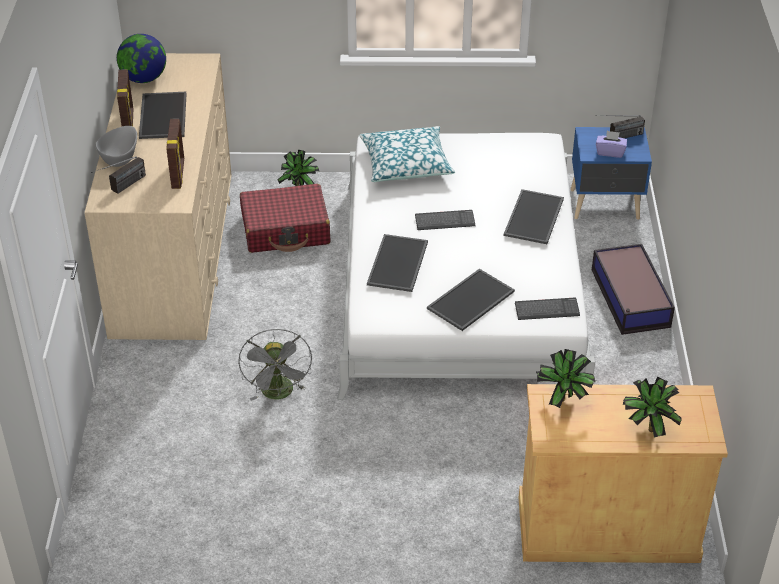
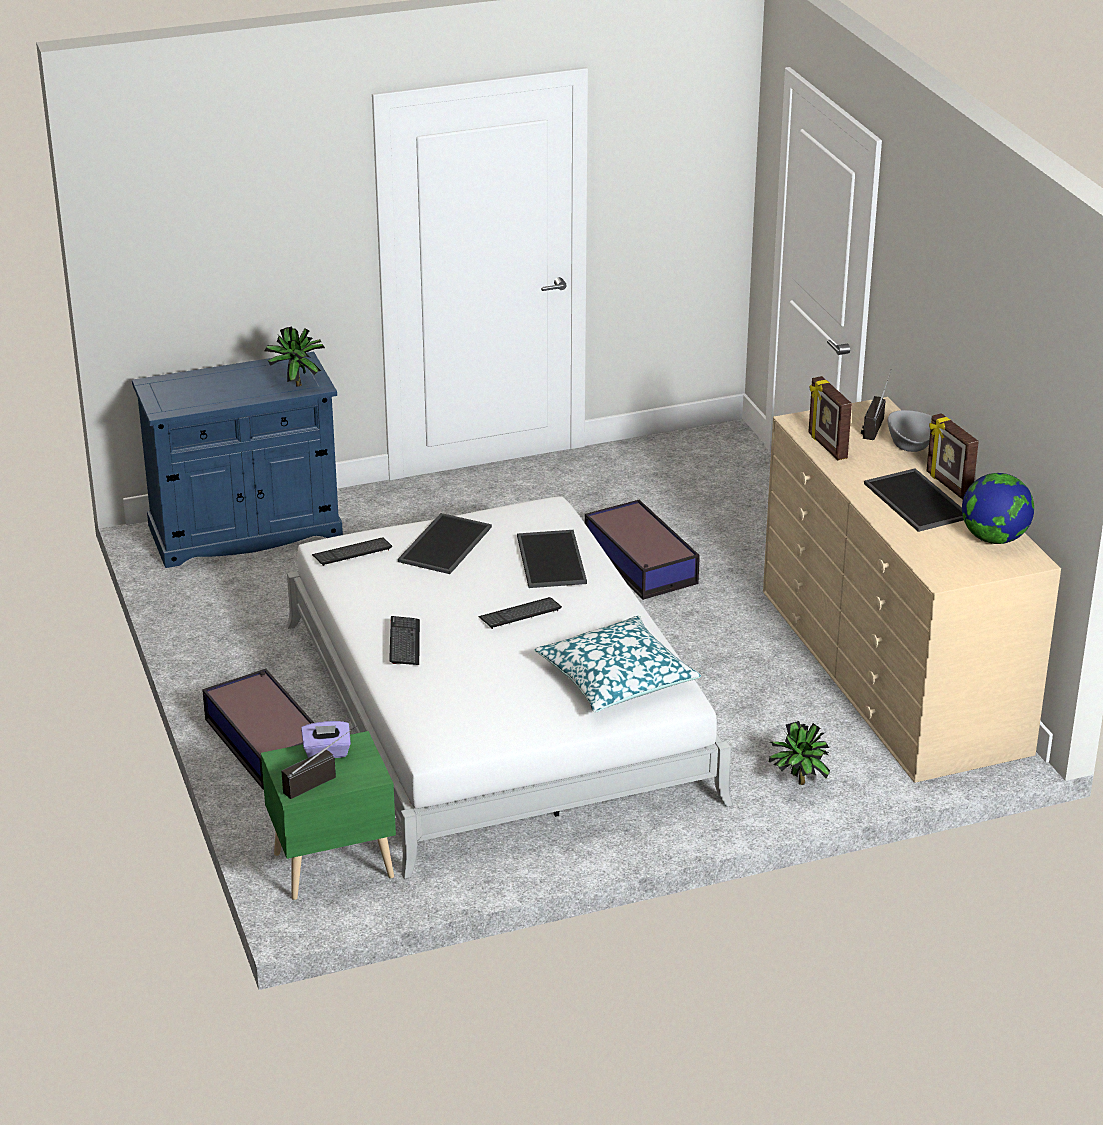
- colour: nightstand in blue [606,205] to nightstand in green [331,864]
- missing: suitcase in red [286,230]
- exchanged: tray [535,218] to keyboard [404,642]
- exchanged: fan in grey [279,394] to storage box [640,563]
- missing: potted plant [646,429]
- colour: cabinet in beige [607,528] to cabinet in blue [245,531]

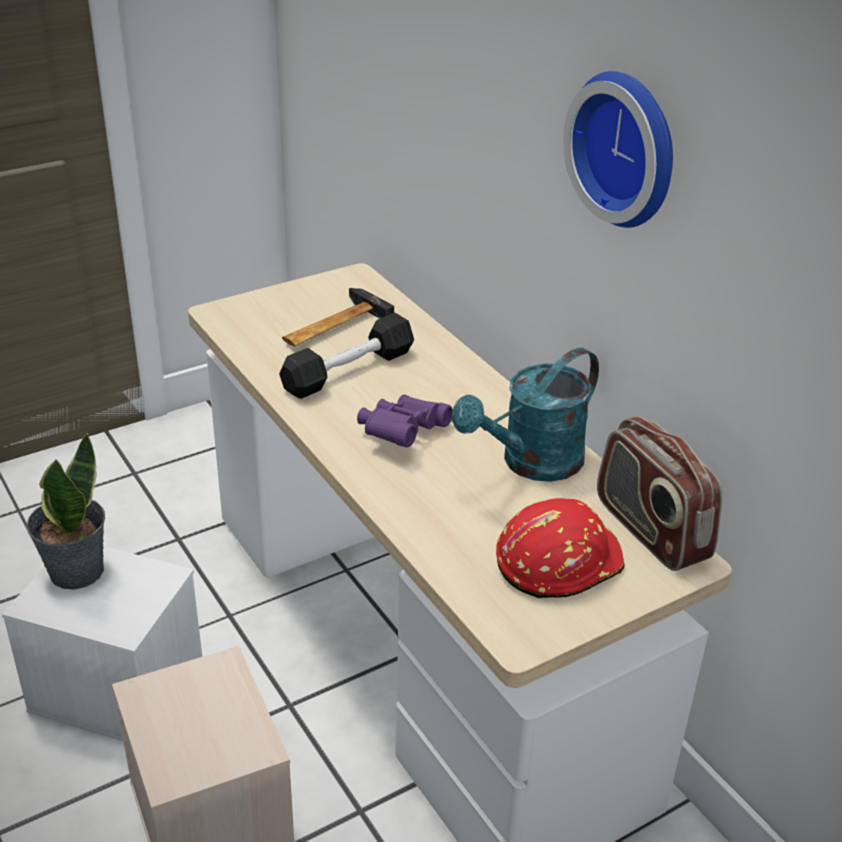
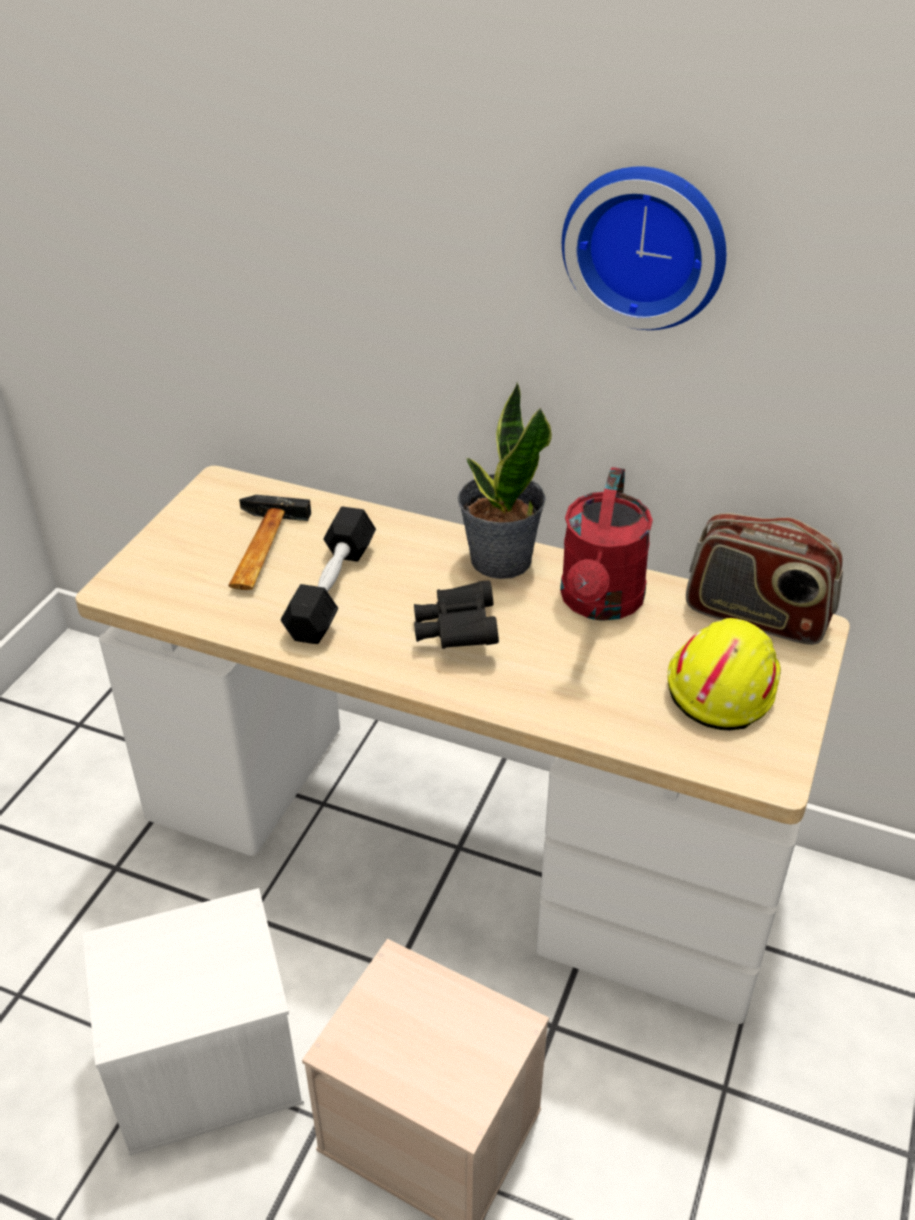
- colour: watering can in turquoise [531,463] to watering can in red [600,604]
- colour: binoculars in purple [401,434] to binoculars in black [457,632]
- relocated: potted plant [75,571] to [500,560]
- colour: hard hat in red [557,561] to hard hat in yellow [721,685]

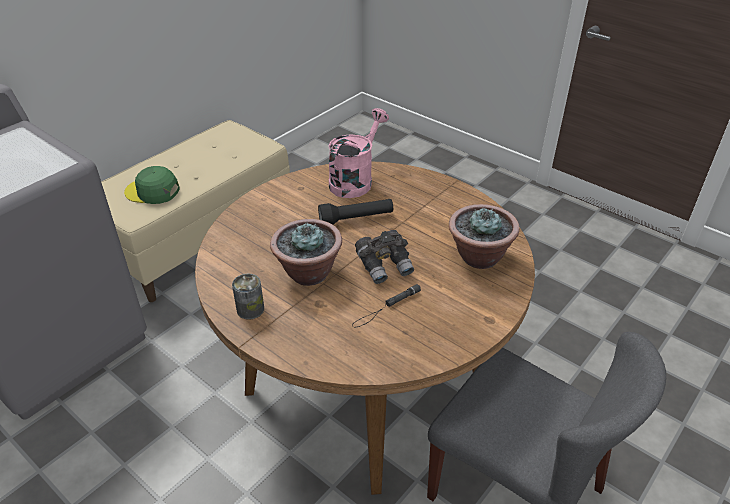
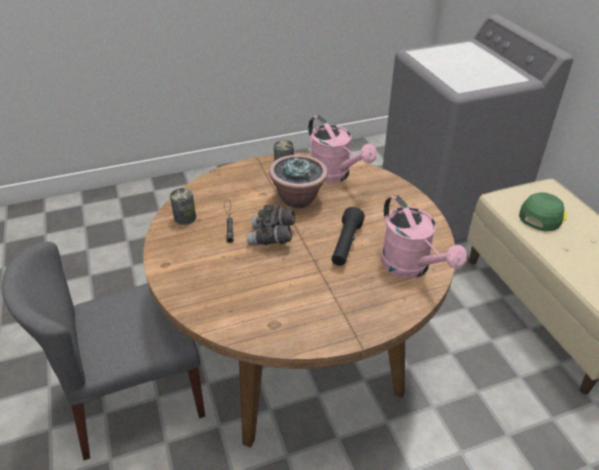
- missing: potted plant [478,257]
- appeared: watering can in pink [335,175]
- appeared: can [185,218]

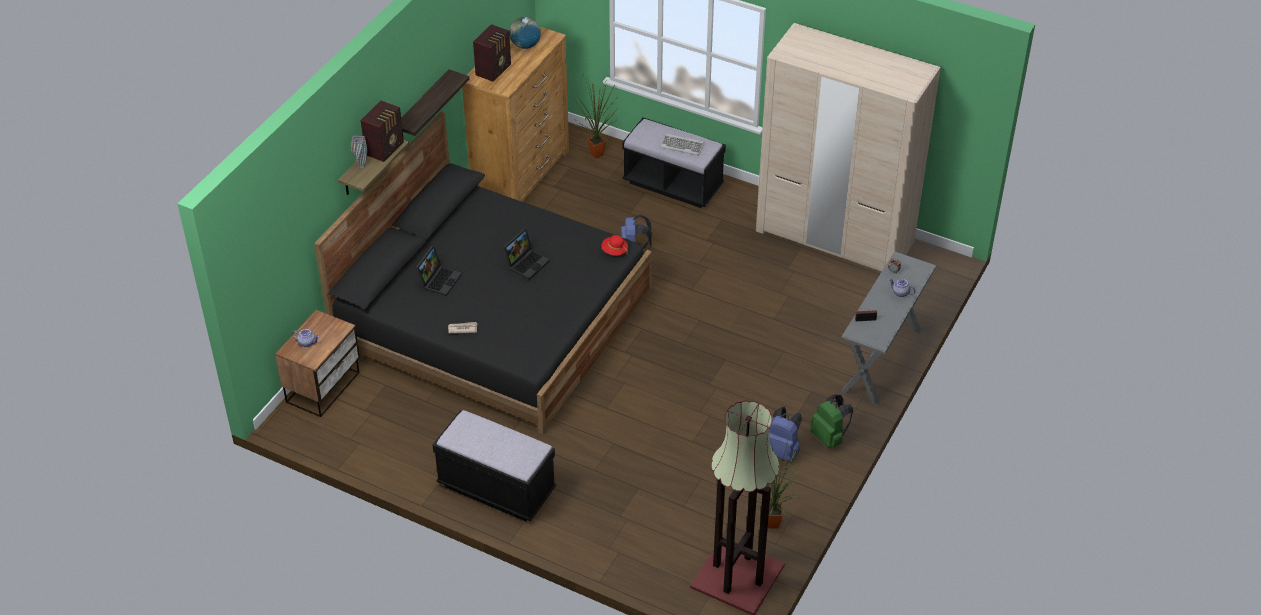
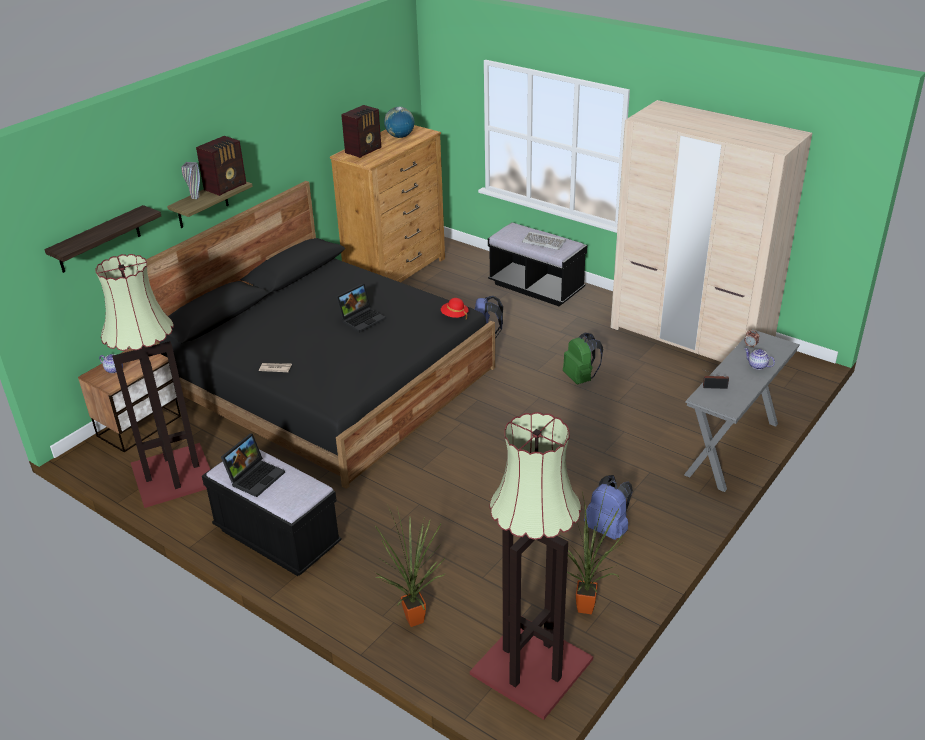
- relocated: shelf [422,107] to [99,240]
- relocated: potted plant [596,153] to [414,617]
- relocated: laptop [439,279] to [255,476]
- relocated: backpack in green [829,437] to [581,378]
- appeared: floor lamp [174,474]

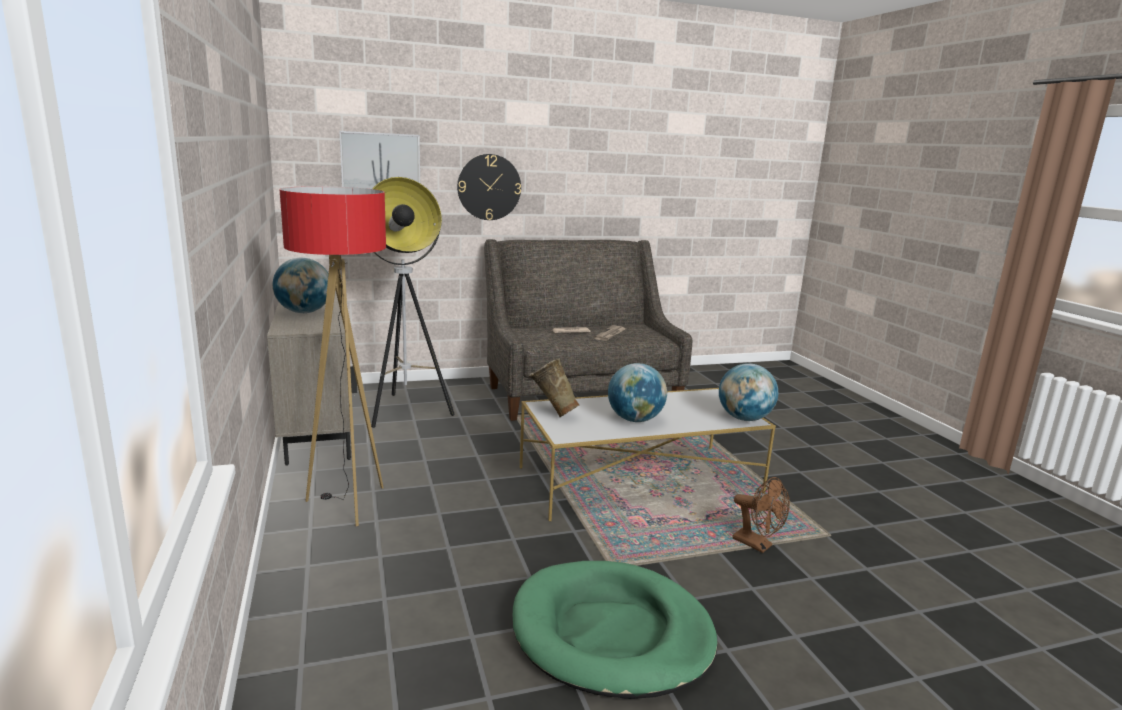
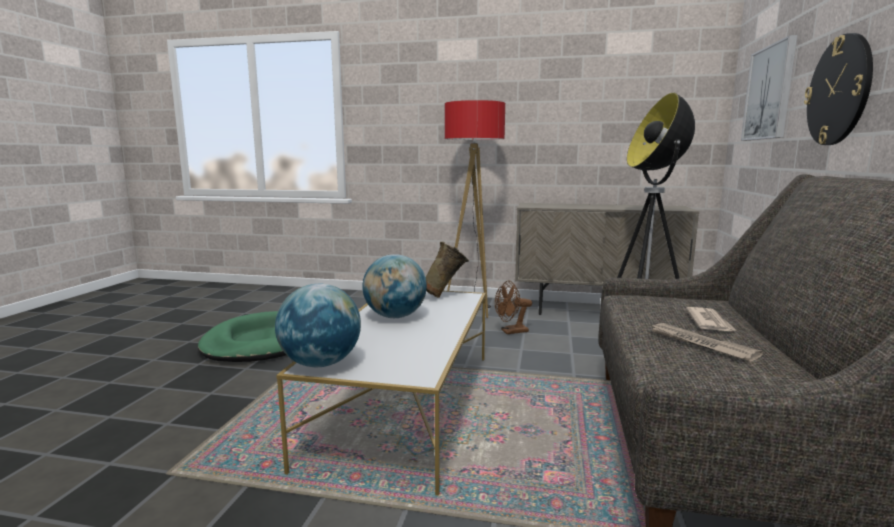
- missing: globe [304,312]
- relocated: fan in brown [757,545] to [511,332]

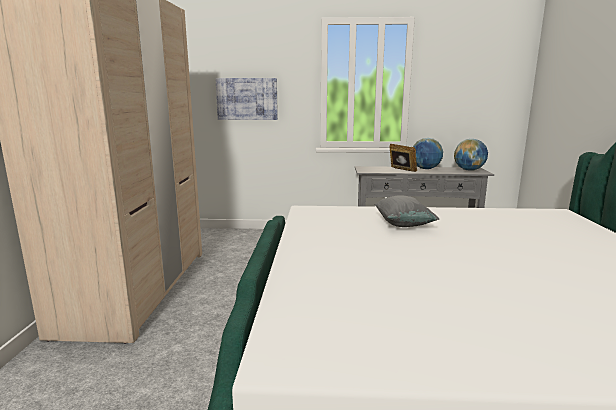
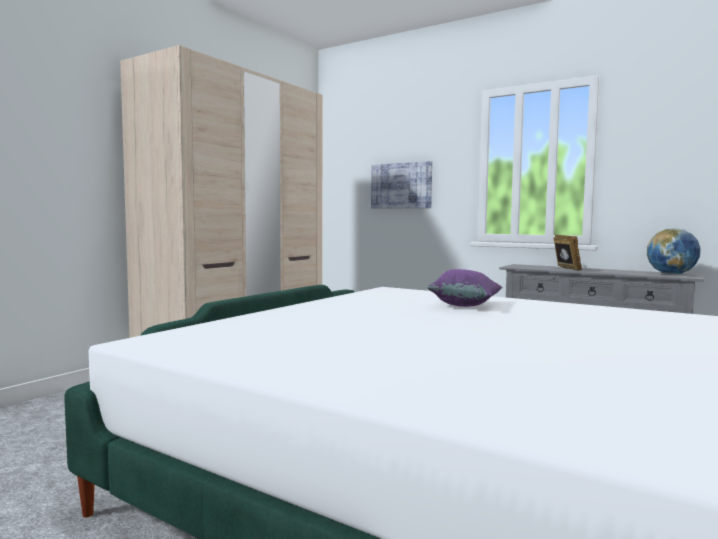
- missing: globe [425,169]
- colour: pillow in grey [403,224] to pillow in purple [465,306]

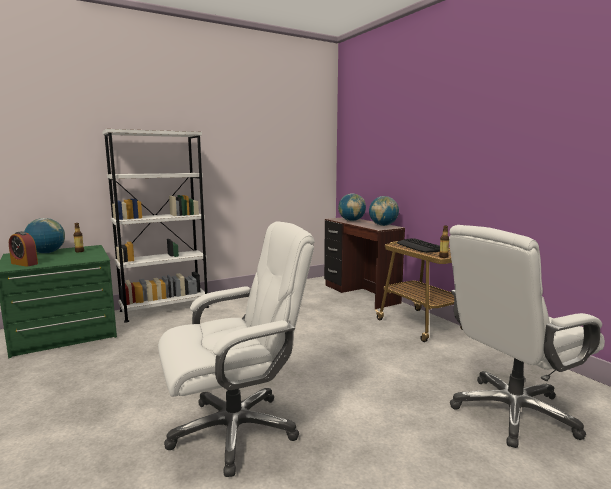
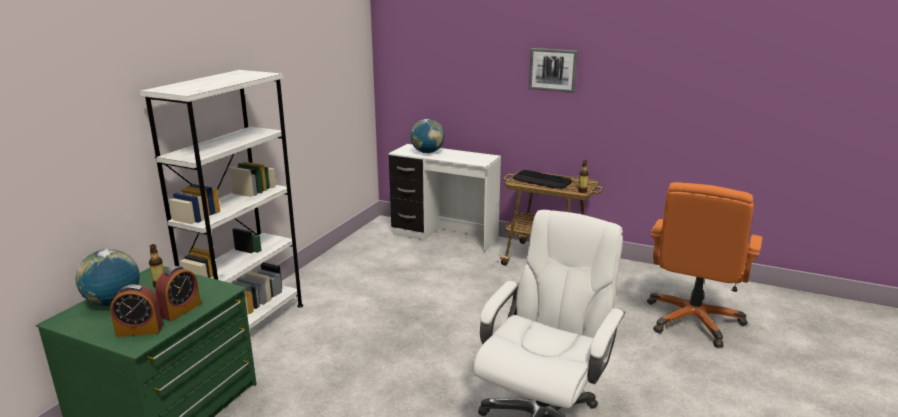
- missing: globe [383,225]
- colour: desk in brown [359,294] to desk in white [444,237]
- colour: office chair in white [512,412] to office chair in orange [693,321]
- appeared: picture [553,70]
- appeared: alarm clock [180,310]

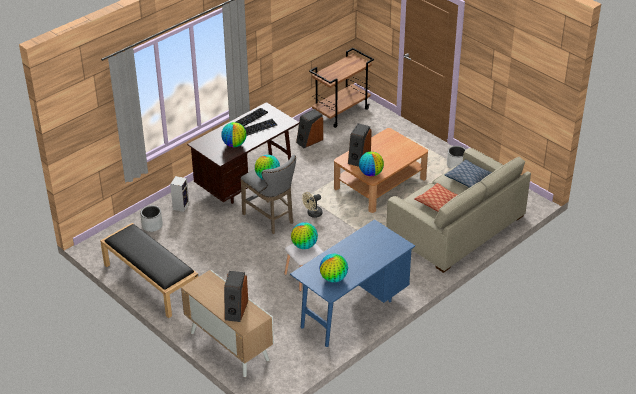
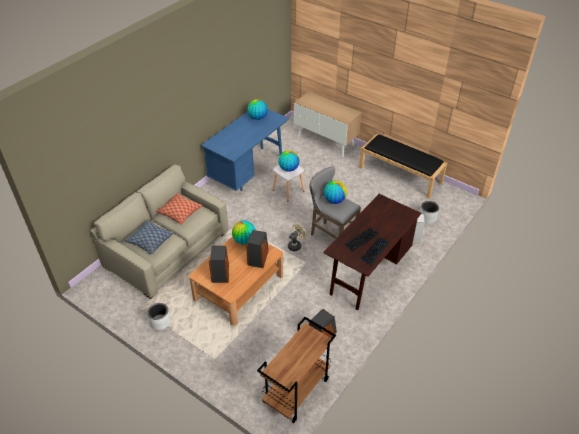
- missing: globe [234,144]
- relocated: speaker [235,310] to [220,272]

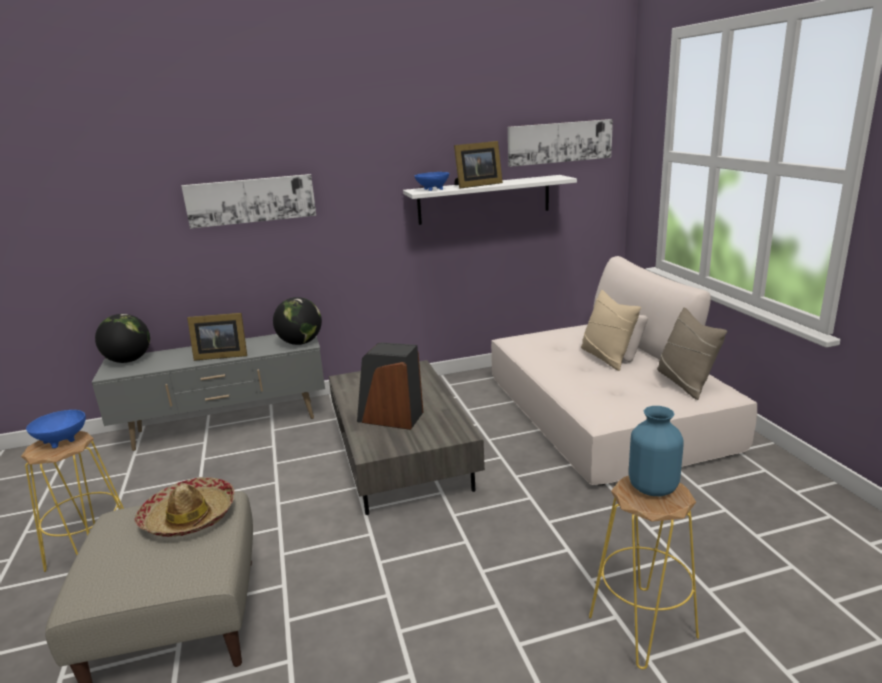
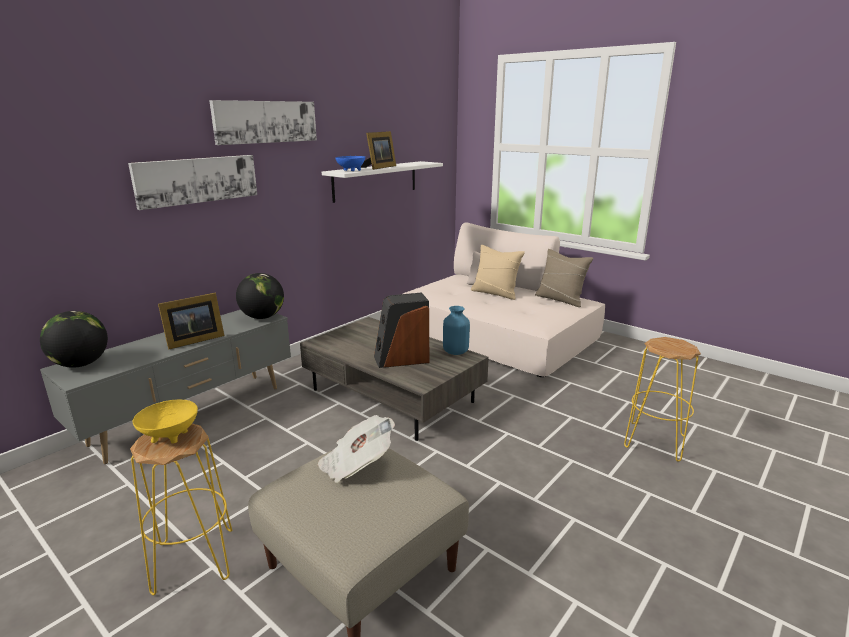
- relocated: picture [559,142] to [266,122]
- relocated: vase in blue [652,487] to [455,351]
- colour: bowl in blue [63,440] to bowl in yellow [171,434]
- exchanged: hat [189,517] to newspaper [356,464]

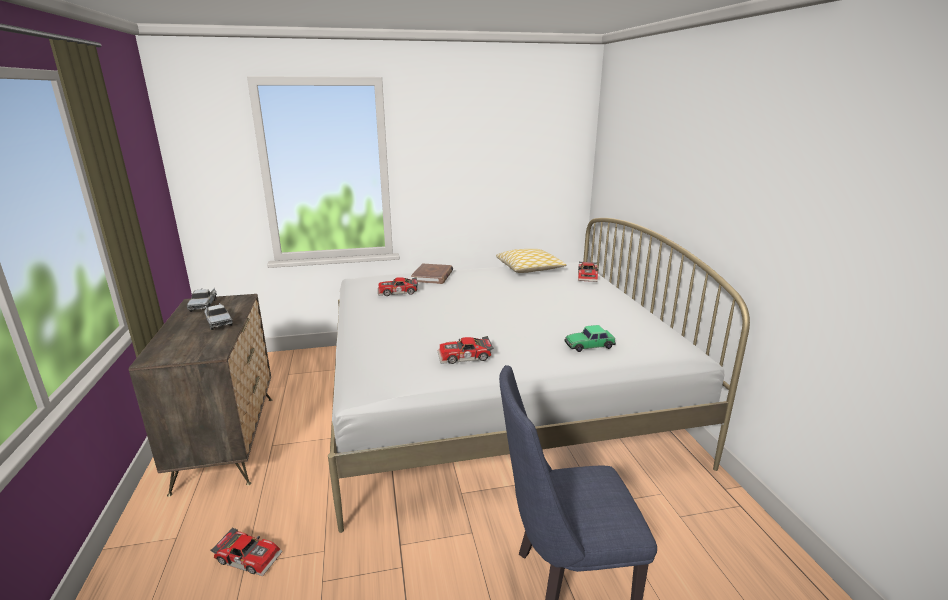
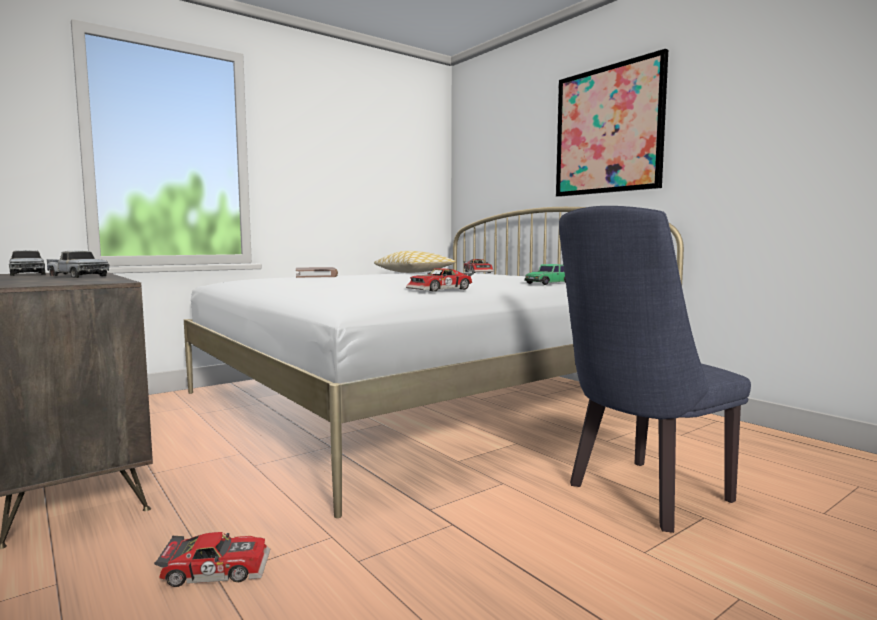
- missing: toy car [398,292]
- appeared: picture [608,130]

